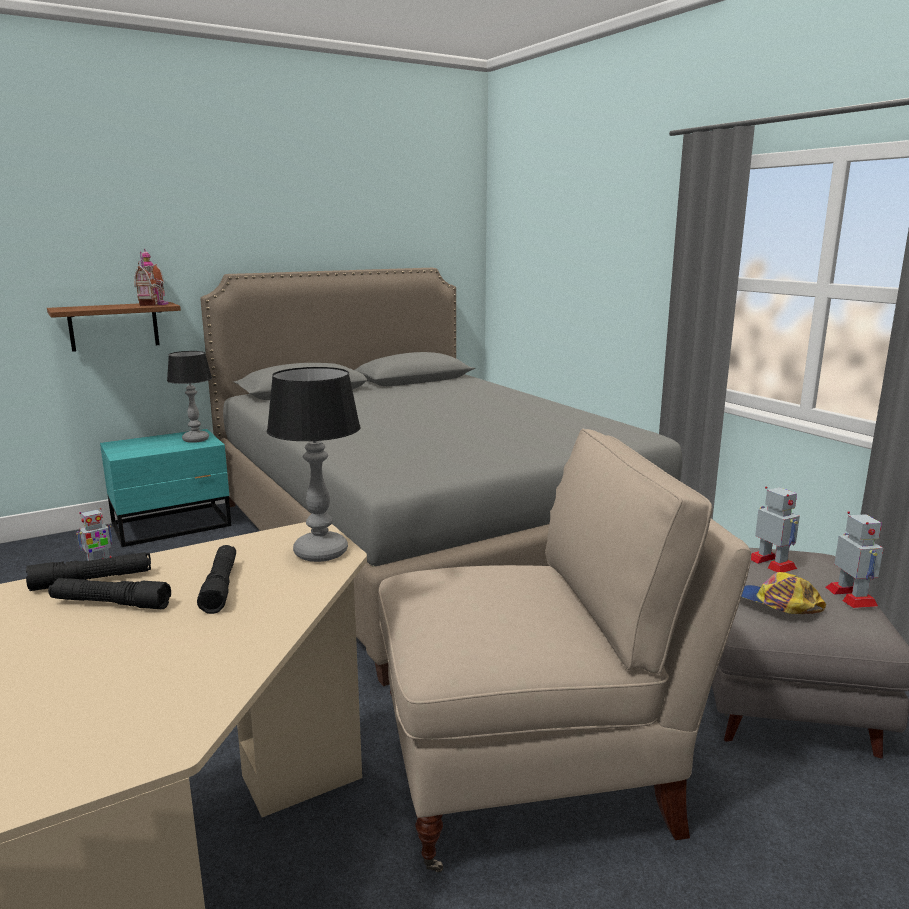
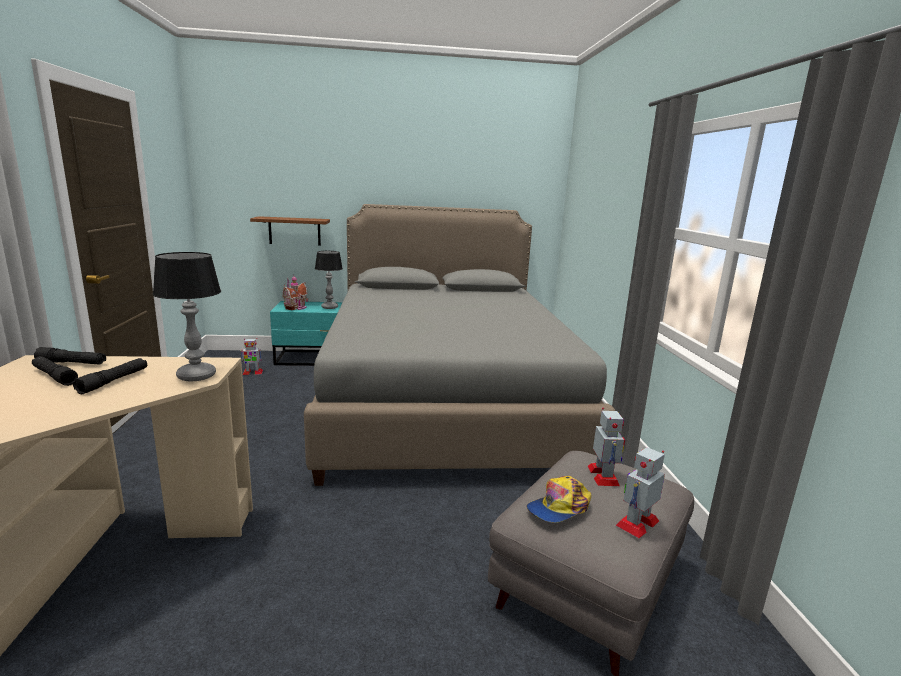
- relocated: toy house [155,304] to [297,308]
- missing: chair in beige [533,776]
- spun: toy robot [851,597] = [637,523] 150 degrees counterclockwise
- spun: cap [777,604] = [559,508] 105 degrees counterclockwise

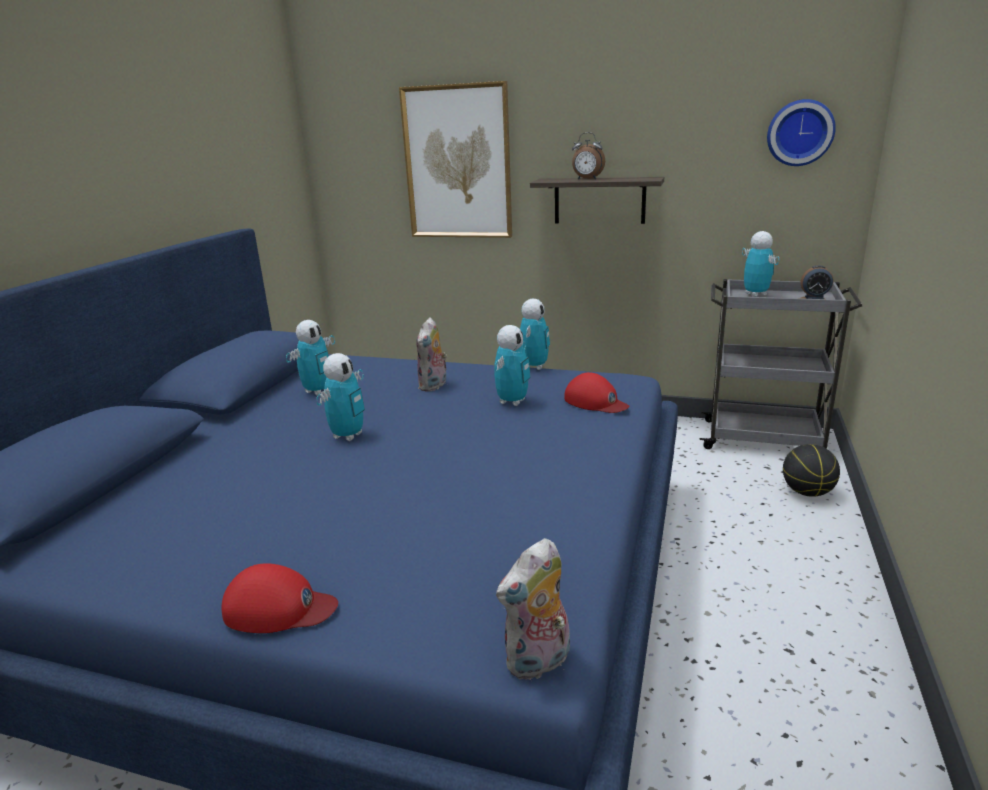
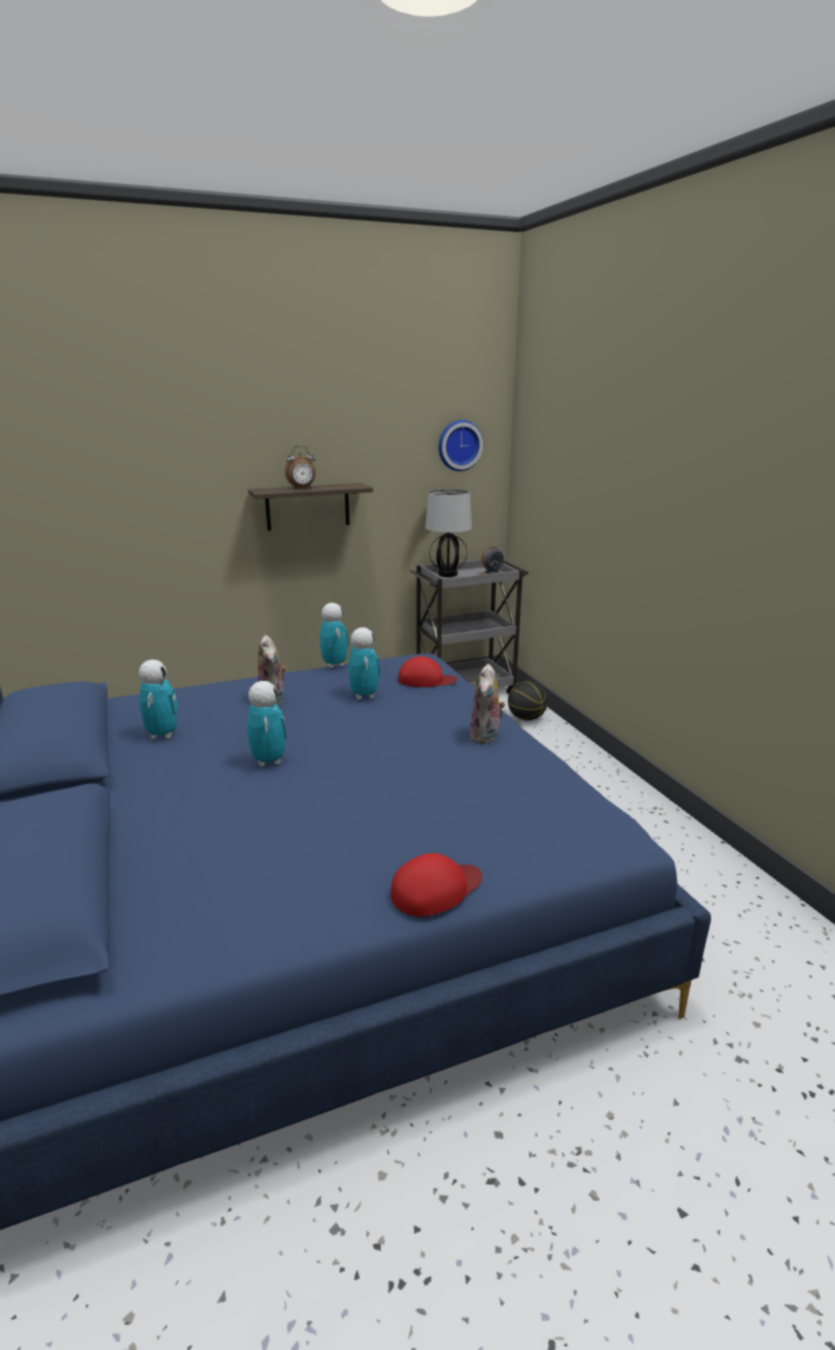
- missing: picture [458,163]
- exchanged: toy robot [755,294] to table lamp [447,574]
- relocated: plush toy [538,663] to [486,736]

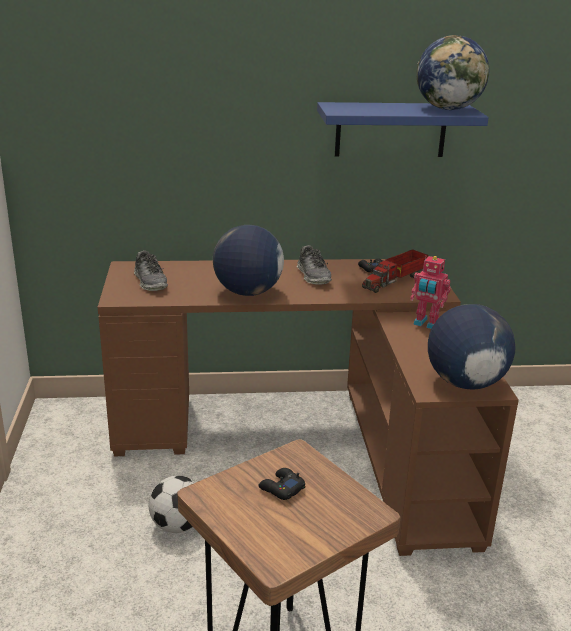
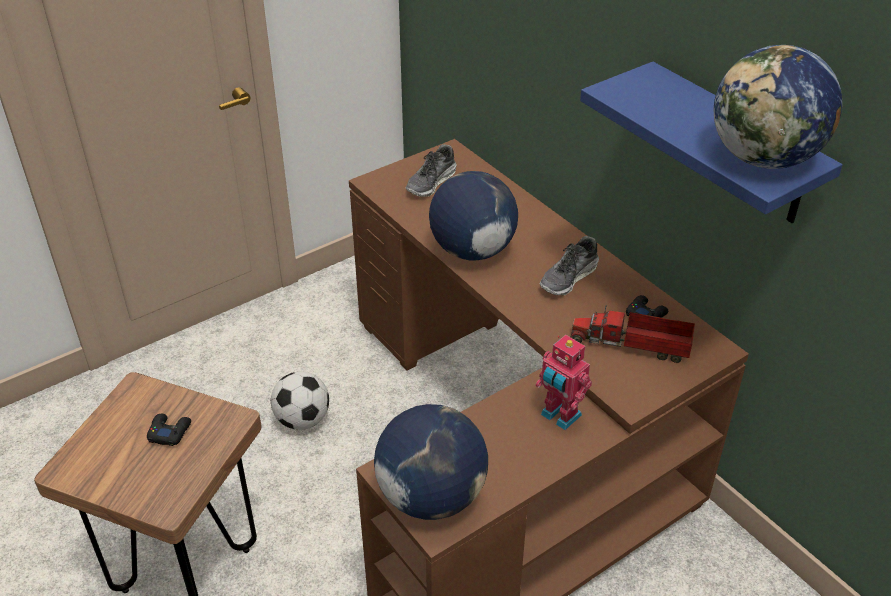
- spun: toy robot [426,324] = [559,416] 45 degrees counterclockwise

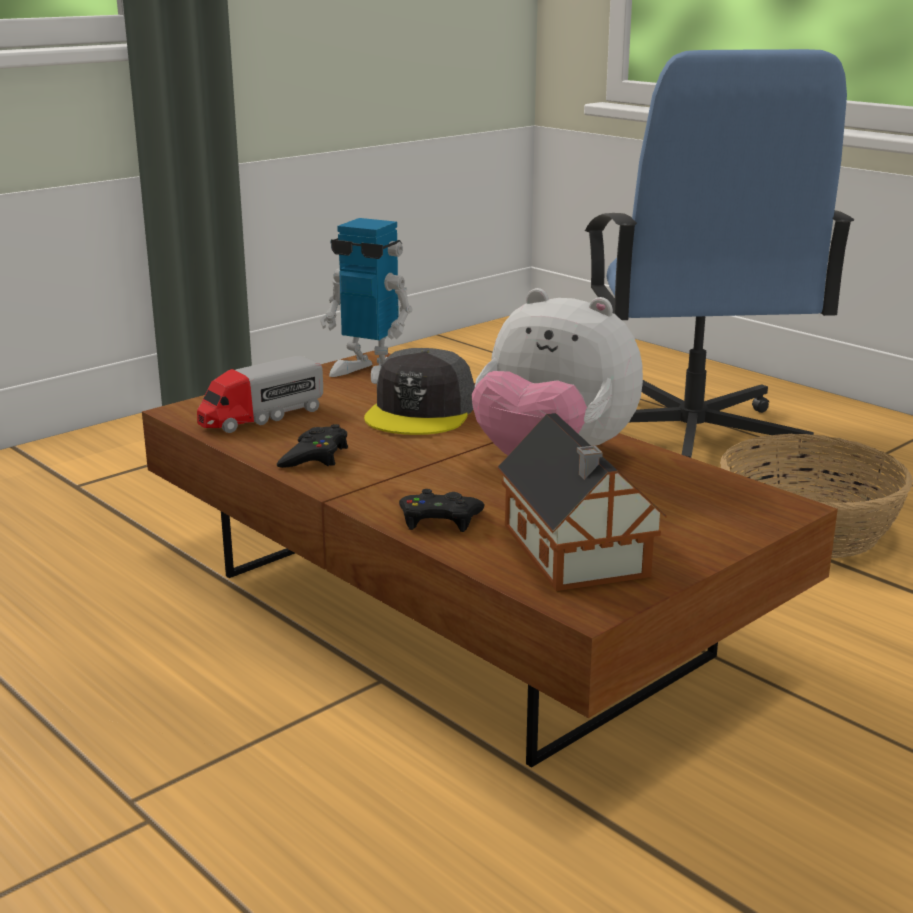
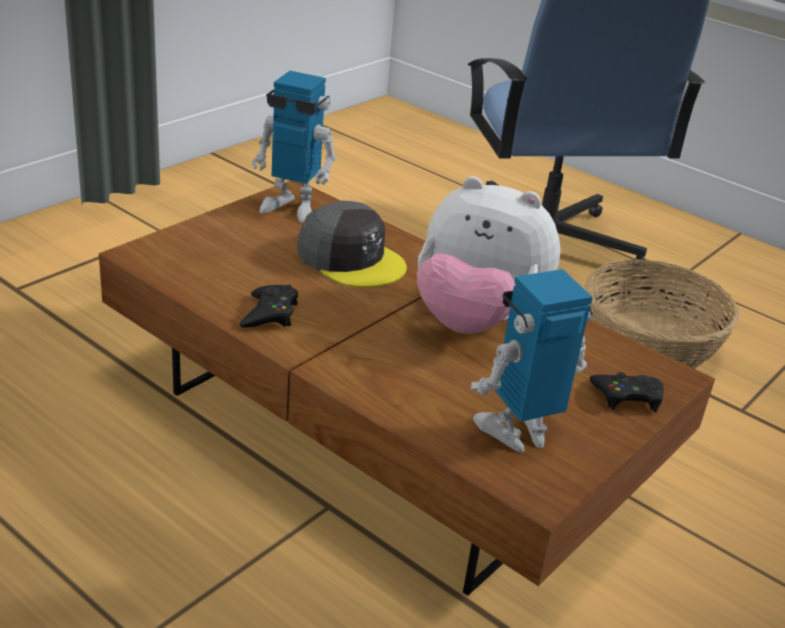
- spun: cap in grey [421,412] = [351,259] 60 degrees counterclockwise
- missing: toy truck [260,416]
- exchanged: toy house [576,554] to toy robot [518,433]
- relocated: game controller in black [439,520] to [627,397]

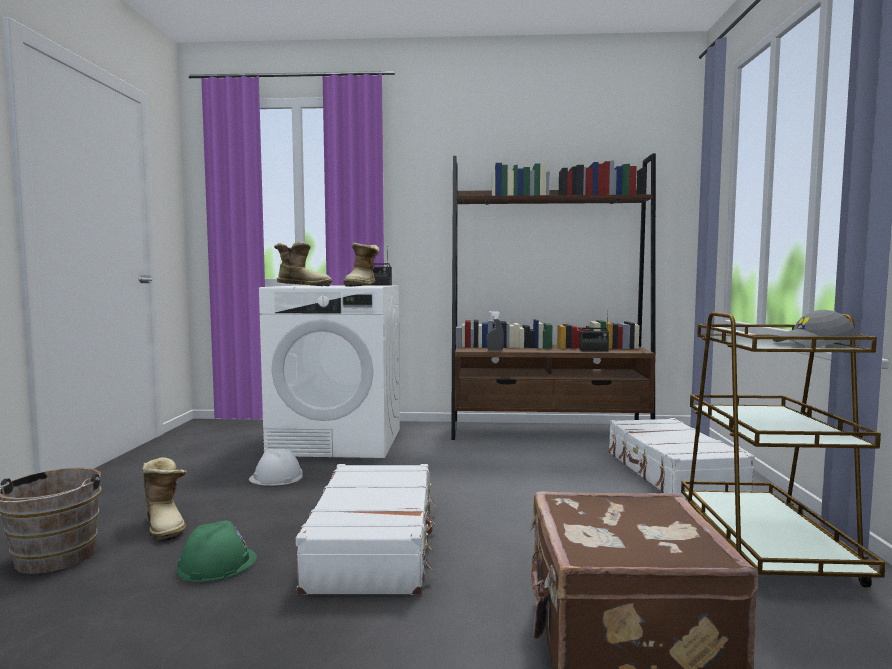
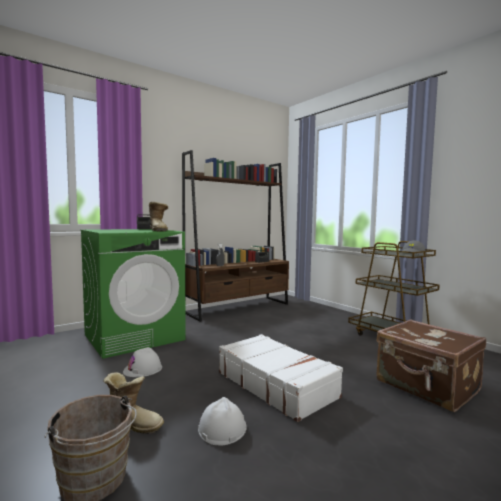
- missing: boot [303,286]
- colour: washing machine in white [338,441] to washing machine in green [134,337]
- missing: suitcase in white [671,473]
- colour: hard hat in green [217,564] to hard hat in white [222,428]

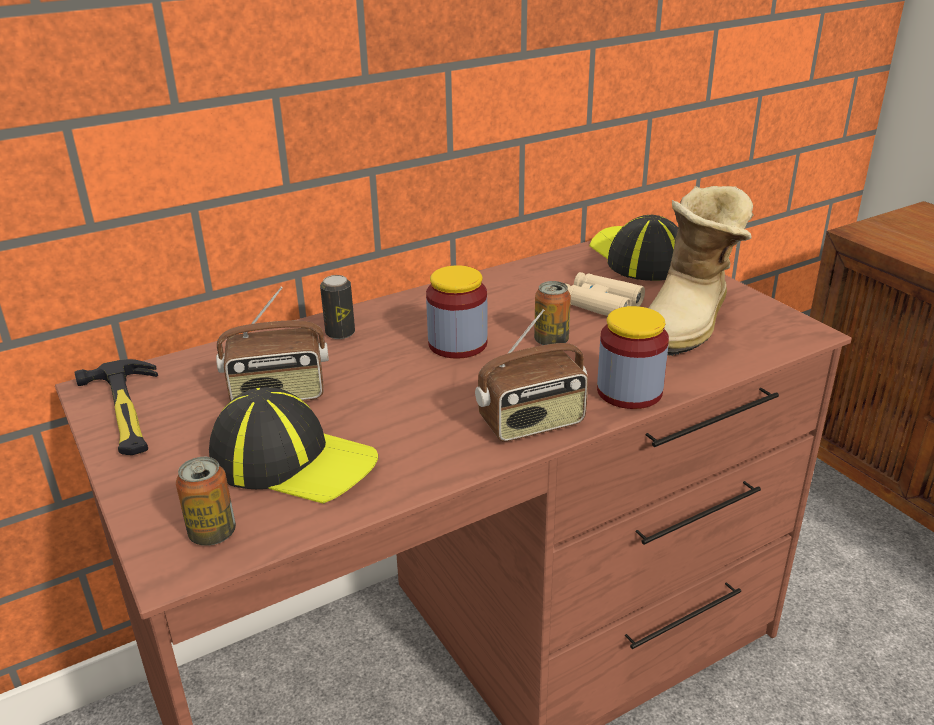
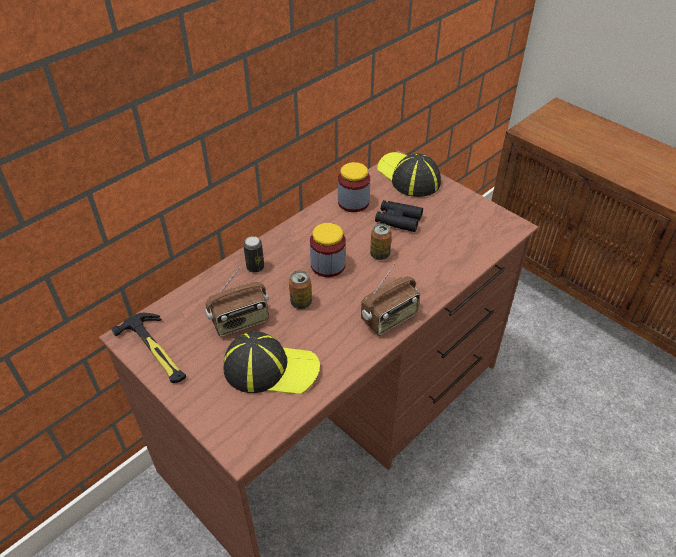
- missing: boot [690,322]
- colour: binoculars in beige [600,304] to binoculars in black [398,220]
- relocated: jar [629,391] to [353,202]
- relocated: can [212,533] to [301,302]

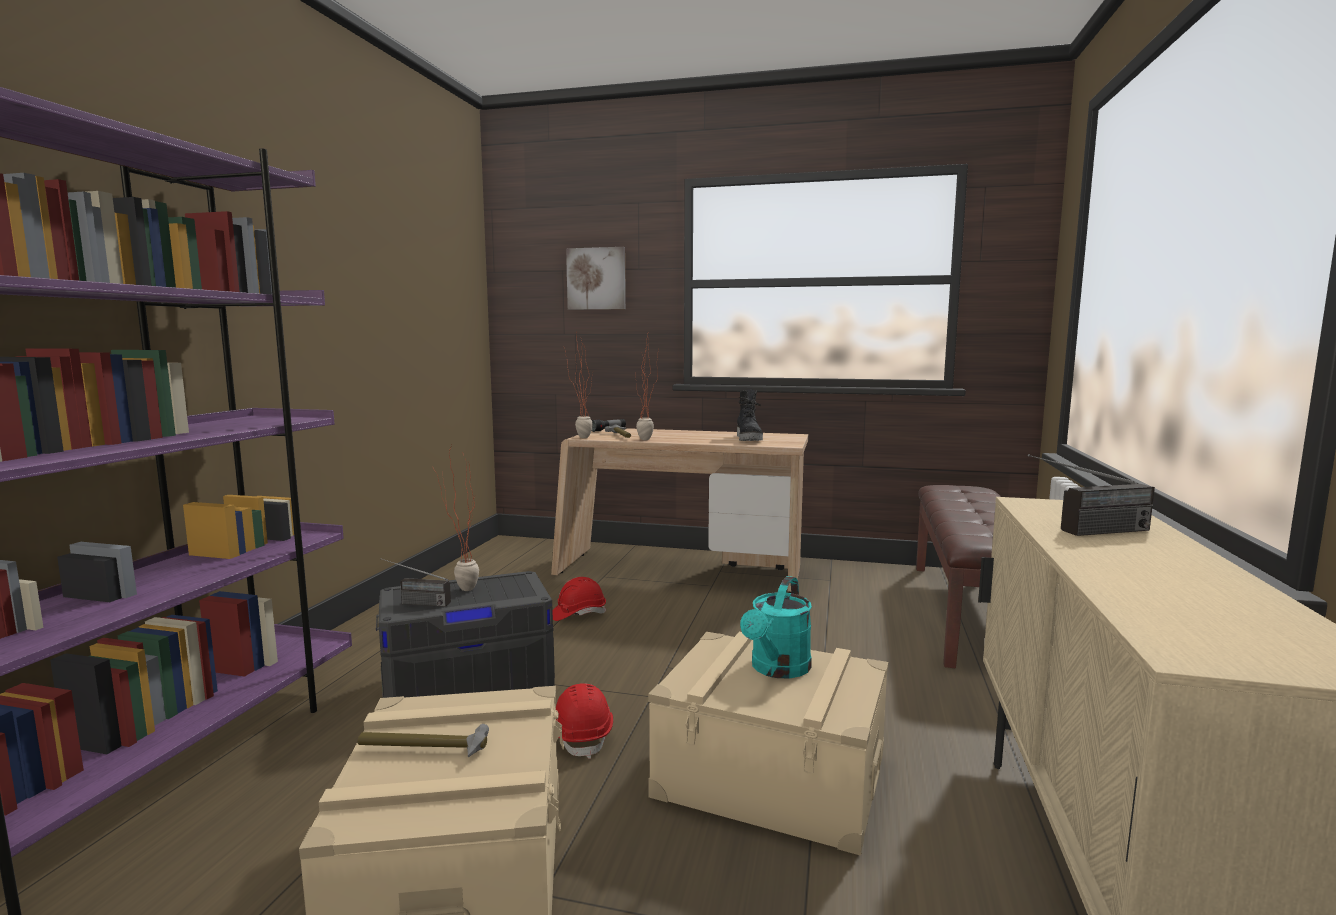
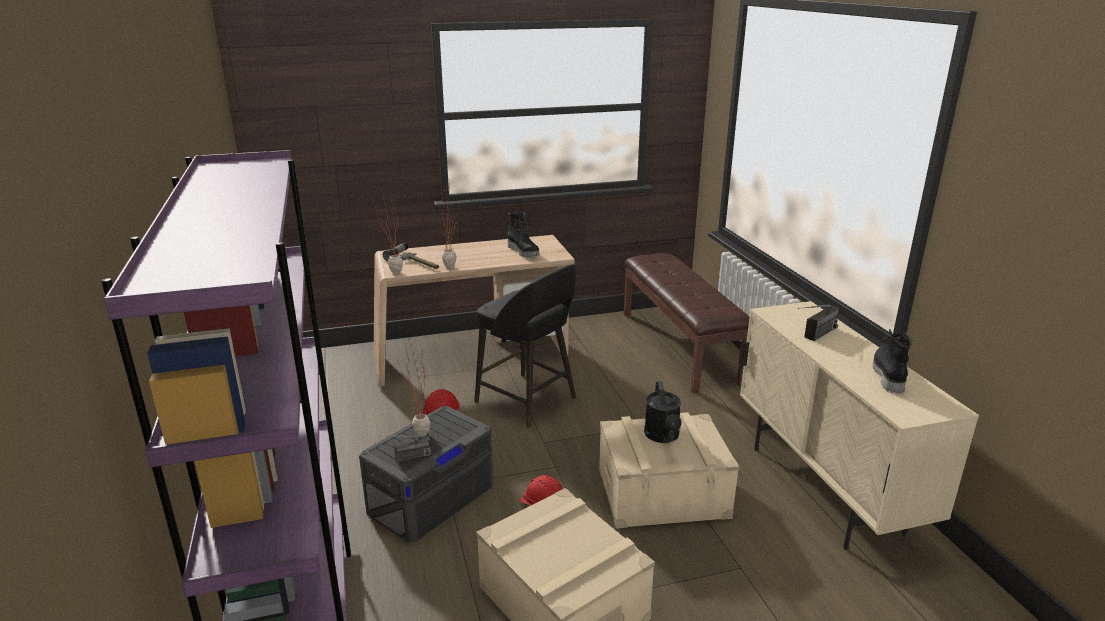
- missing: picture [596,279]
- colour: watering can in turquoise [777,669] to watering can in black [663,437]
- missing: hammer [423,749]
- appeared: stool in black [528,401]
- appeared: boot in black [887,374]

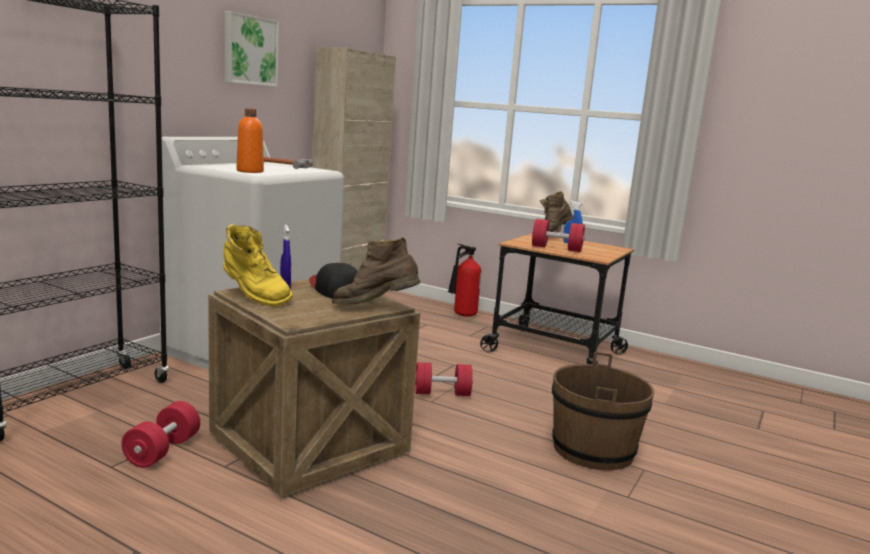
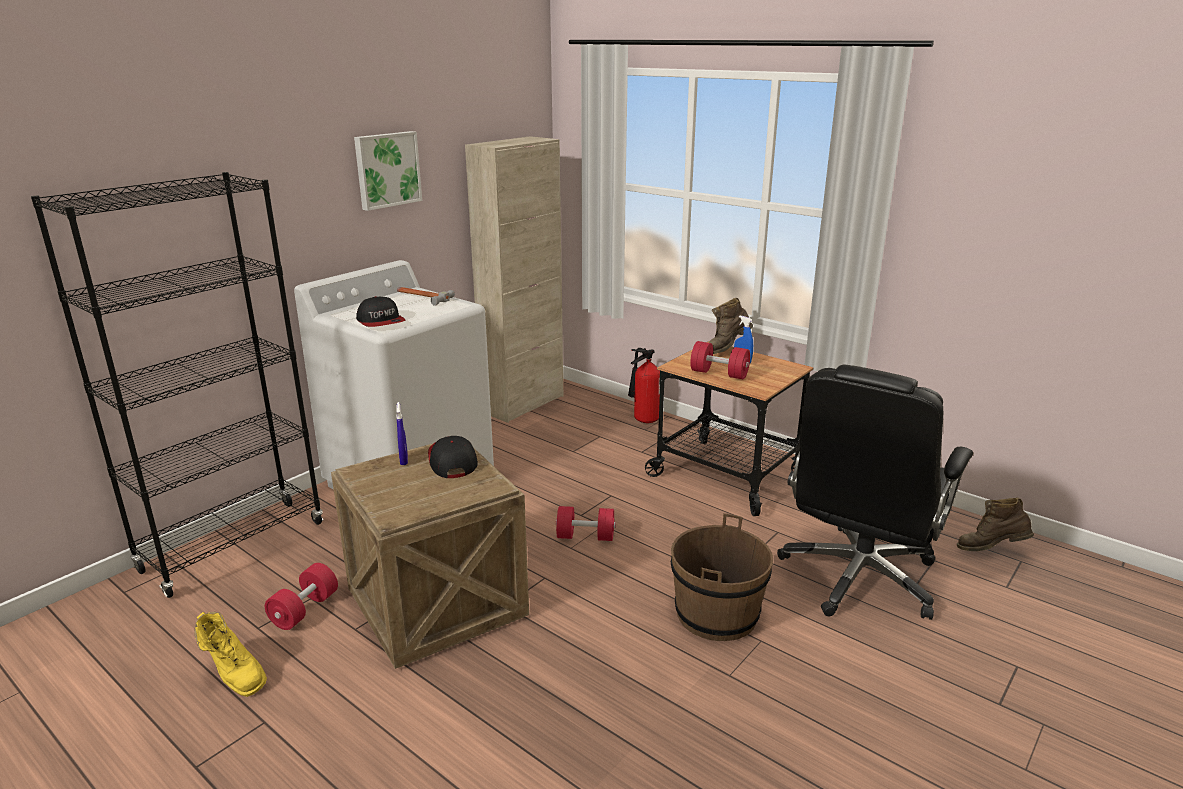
- exchanged: bottle in orange [250,171] to cap [381,322]
- relocated: boot in yellow [254,298] to [235,675]
- relocated: boot in brown [375,308] to [990,550]
- appeared: office chair in black [858,577]

